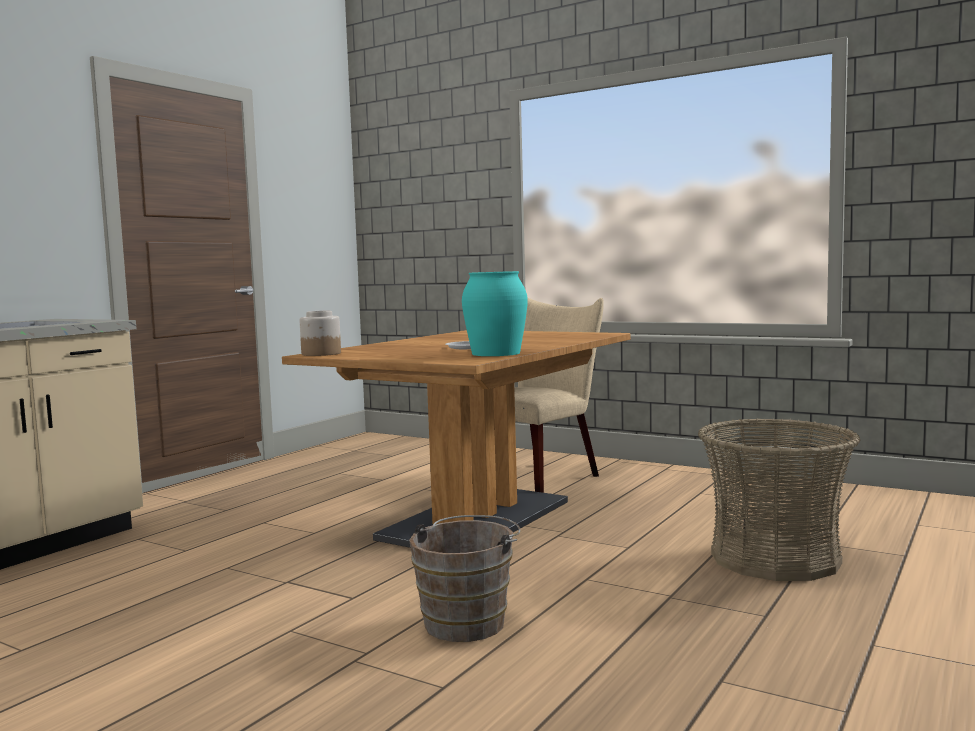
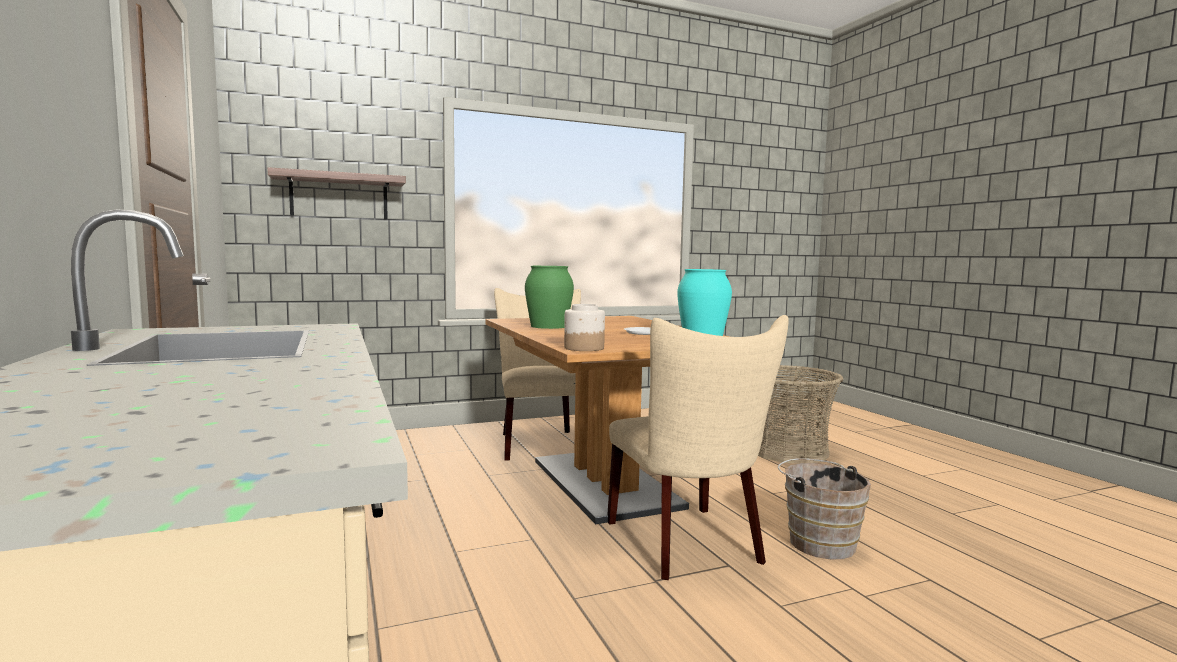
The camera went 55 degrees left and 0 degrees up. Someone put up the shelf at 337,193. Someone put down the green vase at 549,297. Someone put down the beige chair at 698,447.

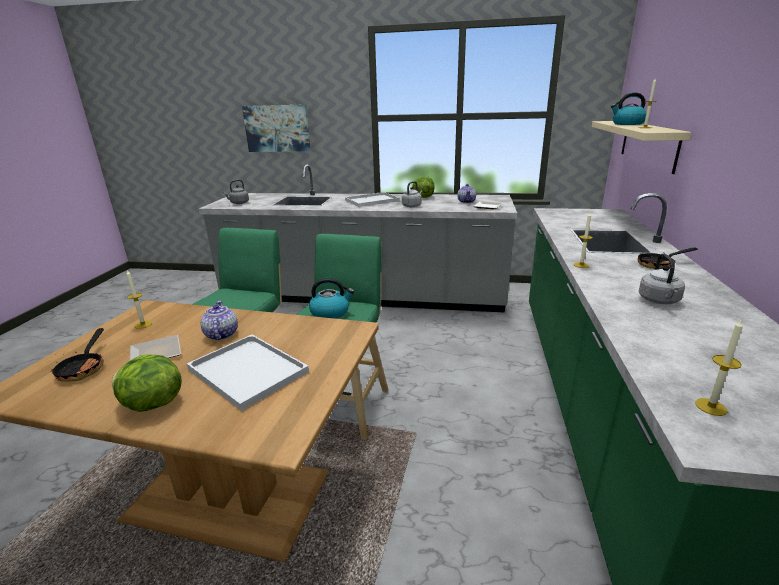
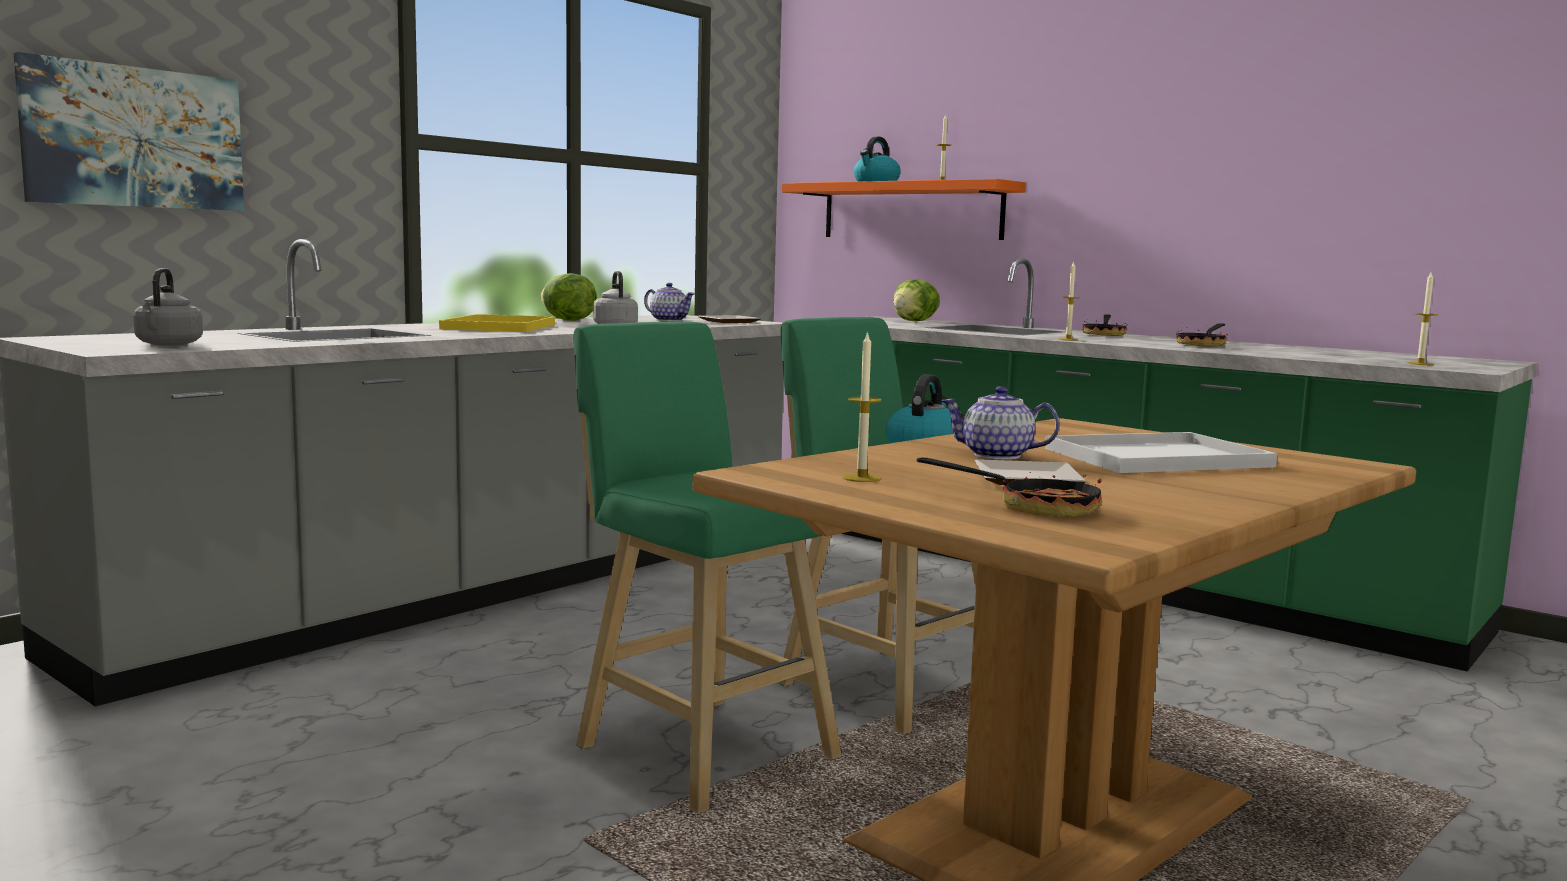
The camera went 60 degrees left and 15 degrees down. Someone carried the lettuce from 147,383 to 916,300. Someone swapped the grey kettle at 662,279 for the frying pan at 1202,335. Someone repainted the white tray at 372,199, which became the yellow tray at 497,323. Someone repainted the beige shelf at 642,147, which became the orange shelf at 904,209.

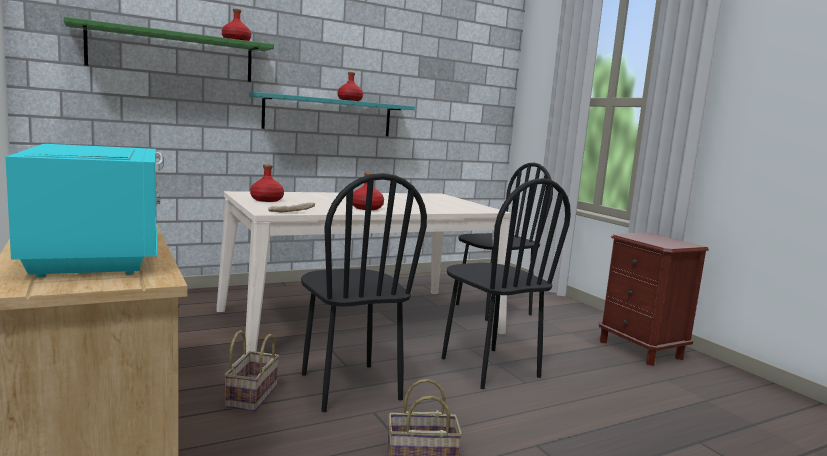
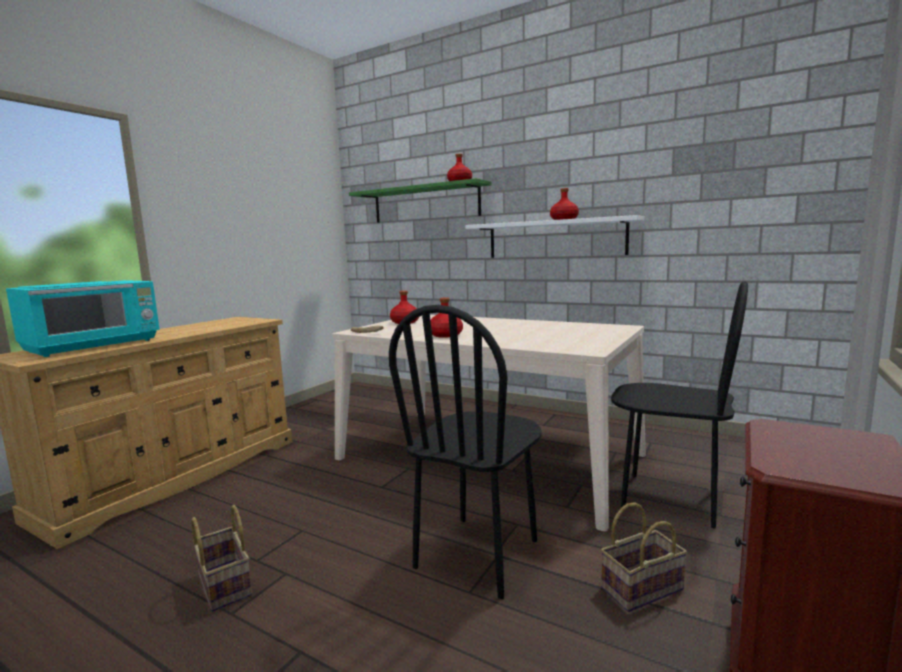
The camera went 60 degrees right and 0 degrees up. Someone took away the black chair at 364,292. Someone carried the basket from 251,371 to 644,557. Someone repainted the turquoise shelf at 332,114, which became the white shelf at 554,236.

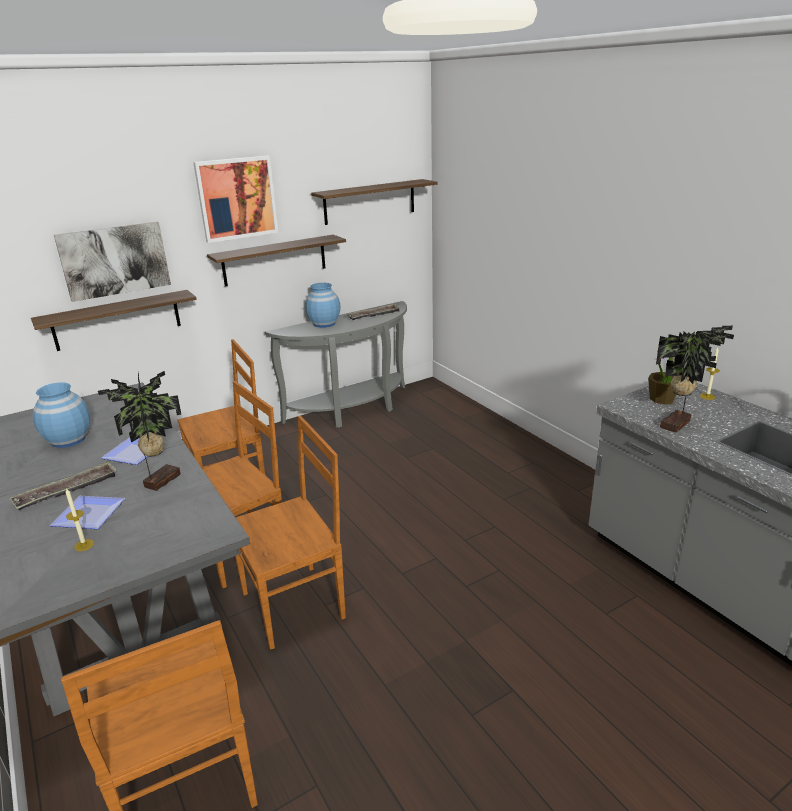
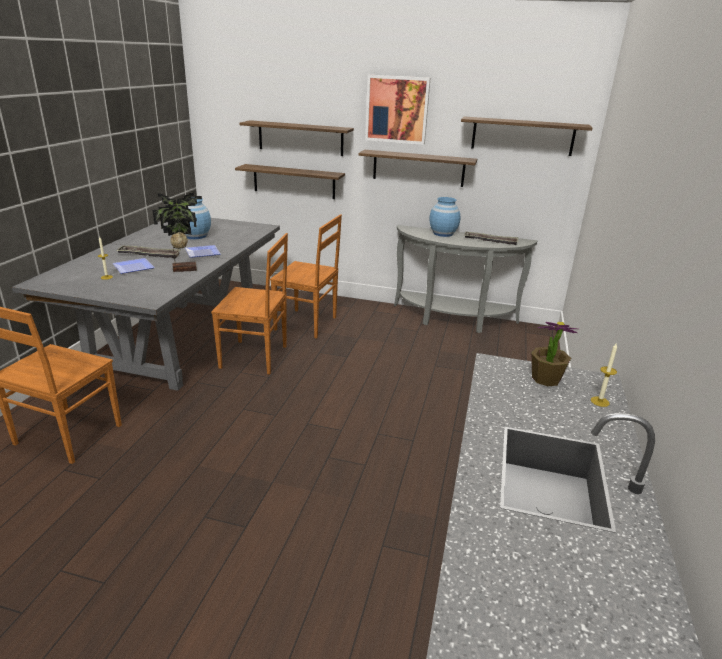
The camera went 45 degrees right and 0 degrees up. Someone took away the brown chair at 290,533. Someone took away the potted plant at 695,379. Someone swapped the picture at 112,262 for the shelf at 296,138.

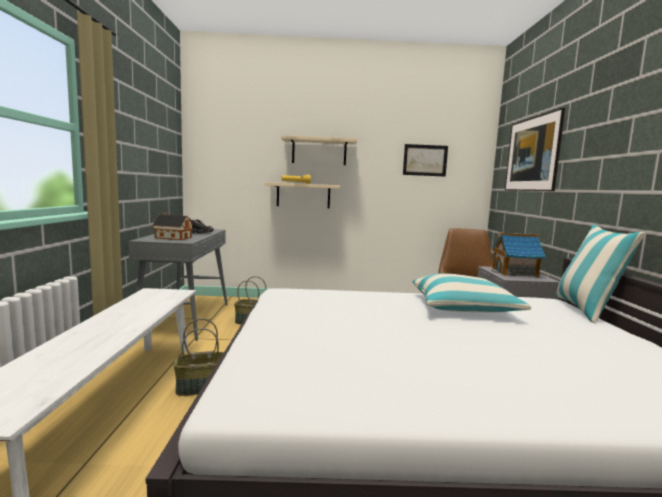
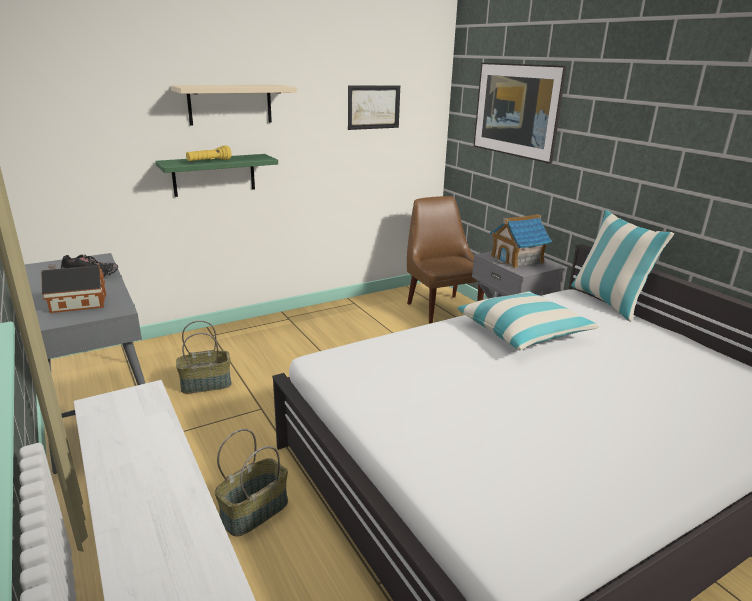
The camera went 30 degrees left and 15 degrees up. Someone repainted the beige shelf at 302,195, which became the green shelf at 216,175.

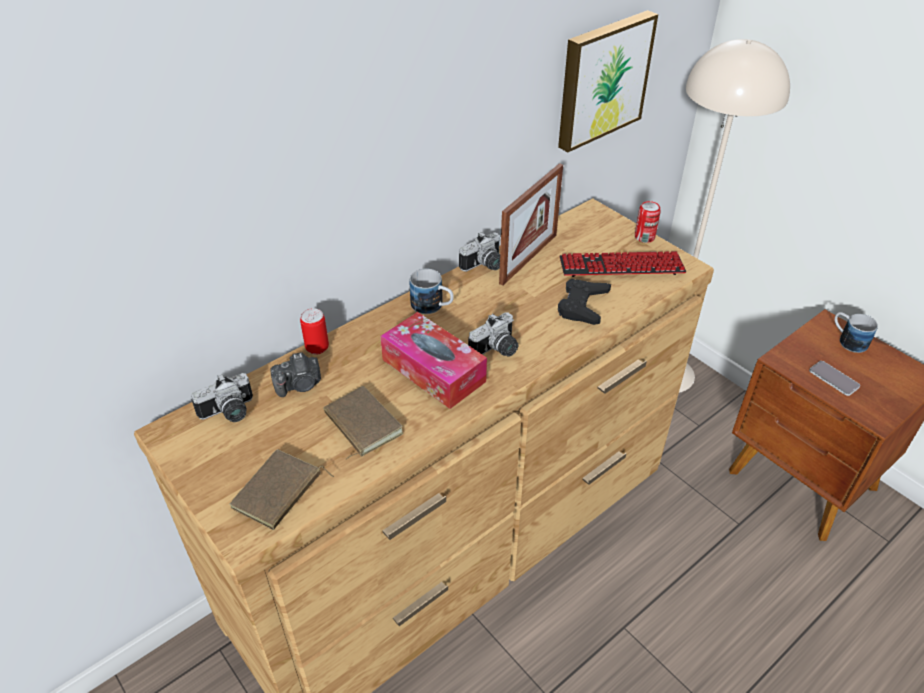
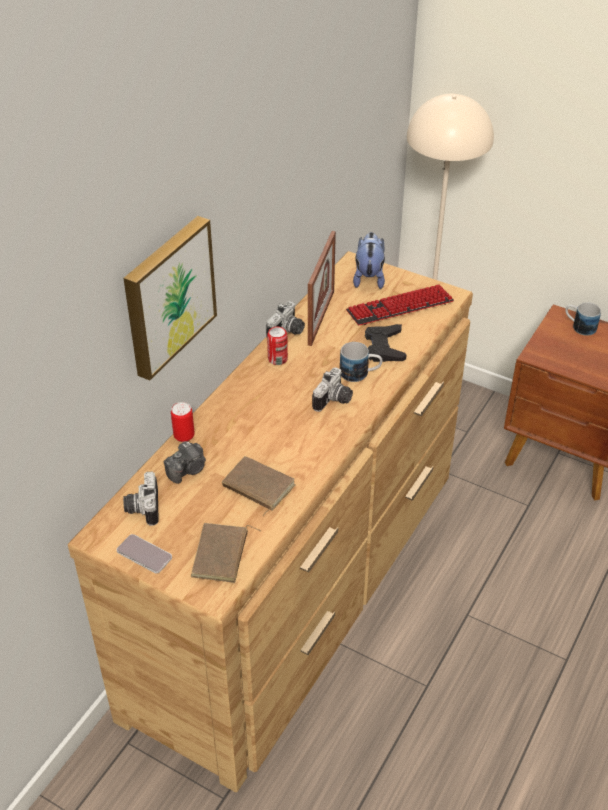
The camera went 20 degrees left and 0 degrees up. Someone took away the tissue box at 433,360. Someone put down the plush toy at 369,260. Someone carried the mug from 432,291 to 361,362. Someone carried the picture from 608,81 to 170,298. Someone carried the can from 648,222 to 277,346. Someone carried the phone from 834,378 to 144,554. Someone rotated the photo camera at 222,397 by 135 degrees clockwise.

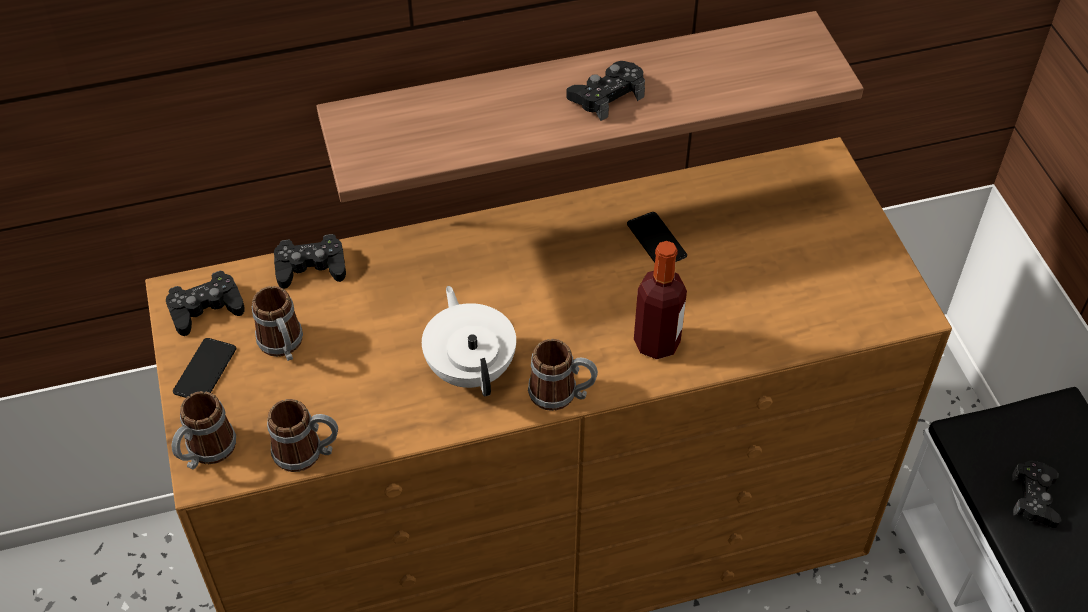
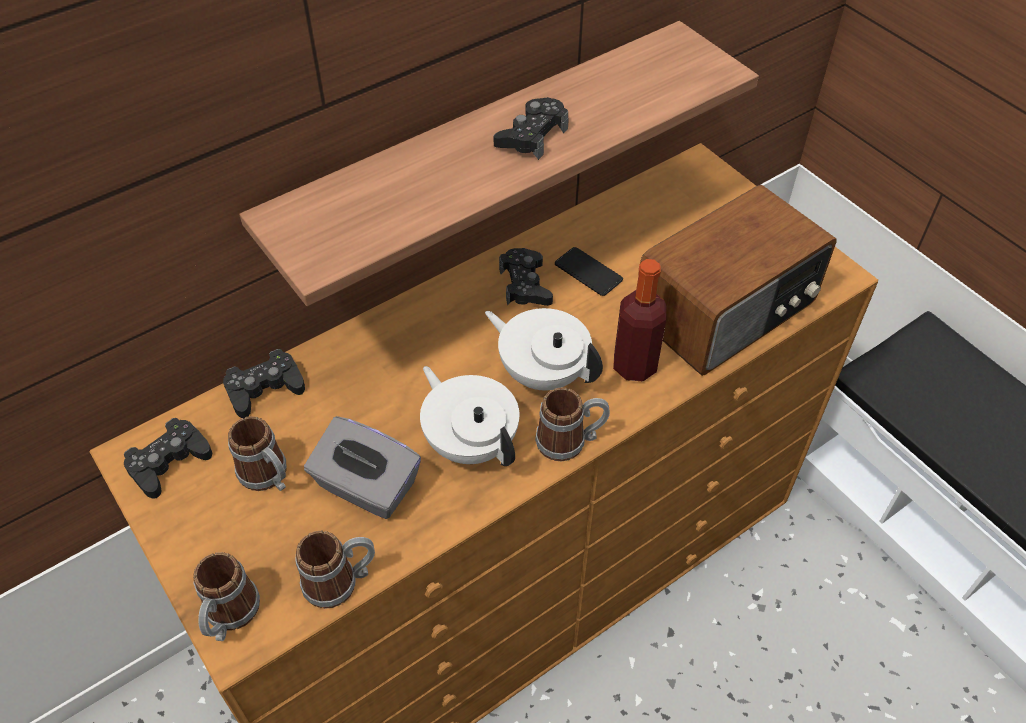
The camera went 20 degrees left and 0 degrees up. Someone took away the phone at 204,368. Someone put down the grey tissue box at 362,467. Someone put down the white teapot at 544,349. Someone put down the radio at 737,280. Someone carried the black game controller from 1036,494 to 526,277.

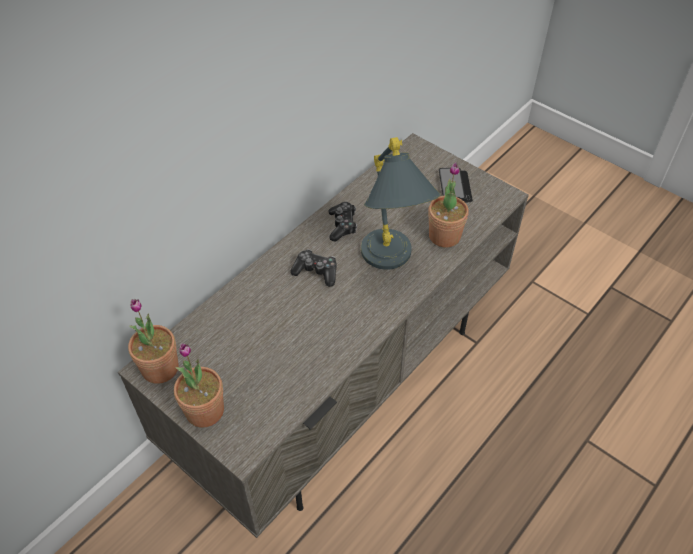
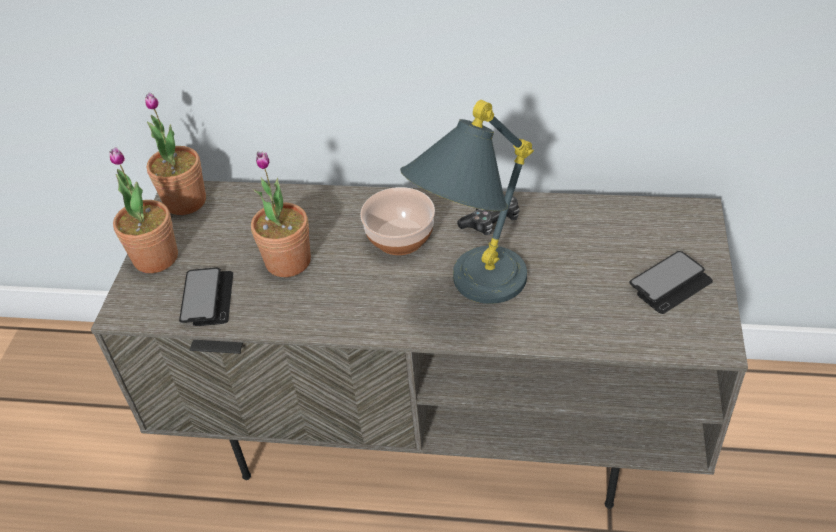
The camera went 60 degrees right and 5 degrees down. Someone put down the phone at 206,297. Someone carried the potted plant from 448,204 to 281,214. Someone swapped the game controller at 313,268 for the bowl at 397,221.

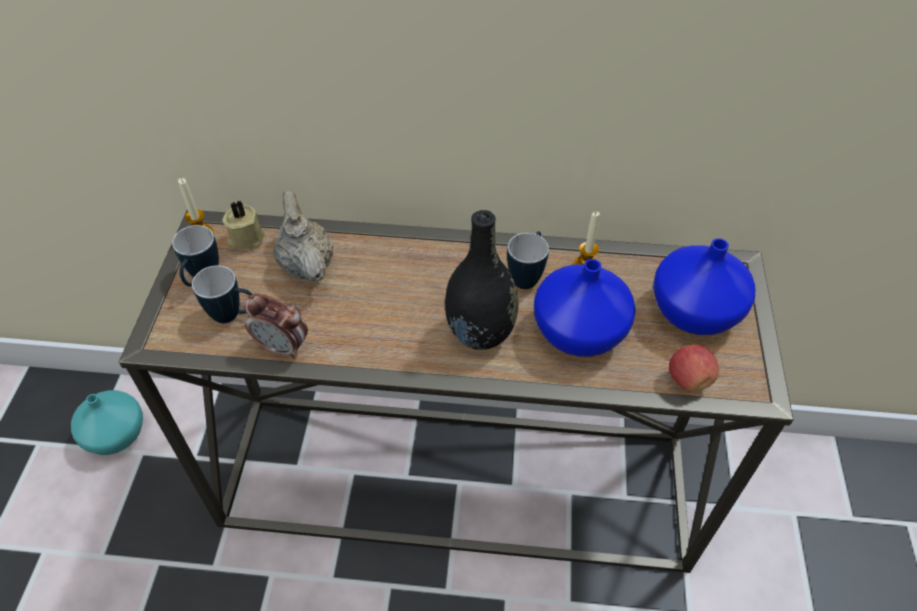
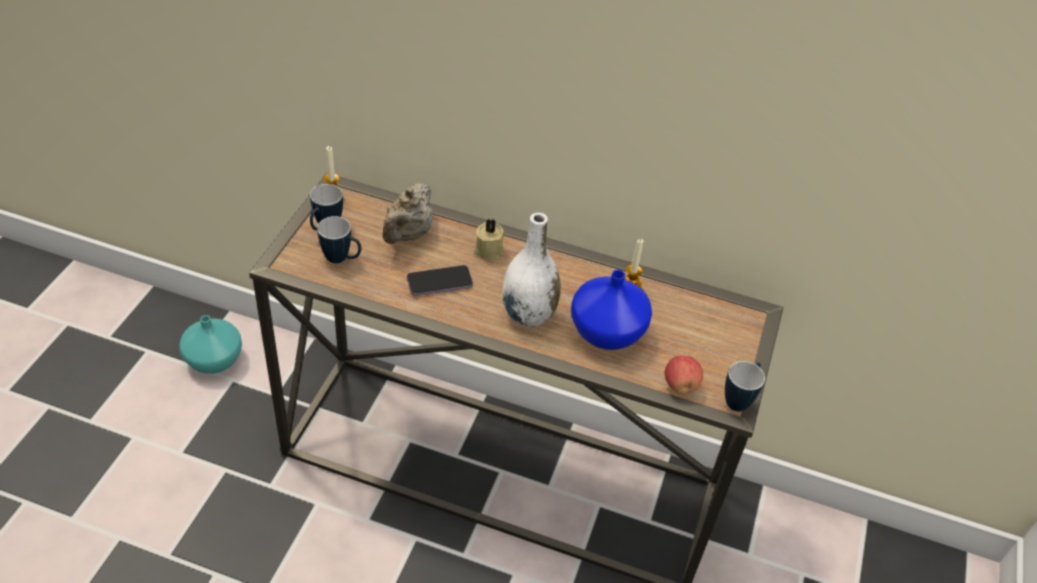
The camera went 10 degrees right and 5 degrees down. Someone took away the alarm clock at 276,326. Someone took away the blue vase at 704,286. Someone put down the phone at 440,280. Someone carried the beige candle from 243,225 to 489,239. Someone carried the mug from 528,260 to 745,386. Someone repainted the black vase at 481,280, which became the white vase at 531,270. Someone rotated the beige teapot at 303,236 by 150 degrees counterclockwise.

